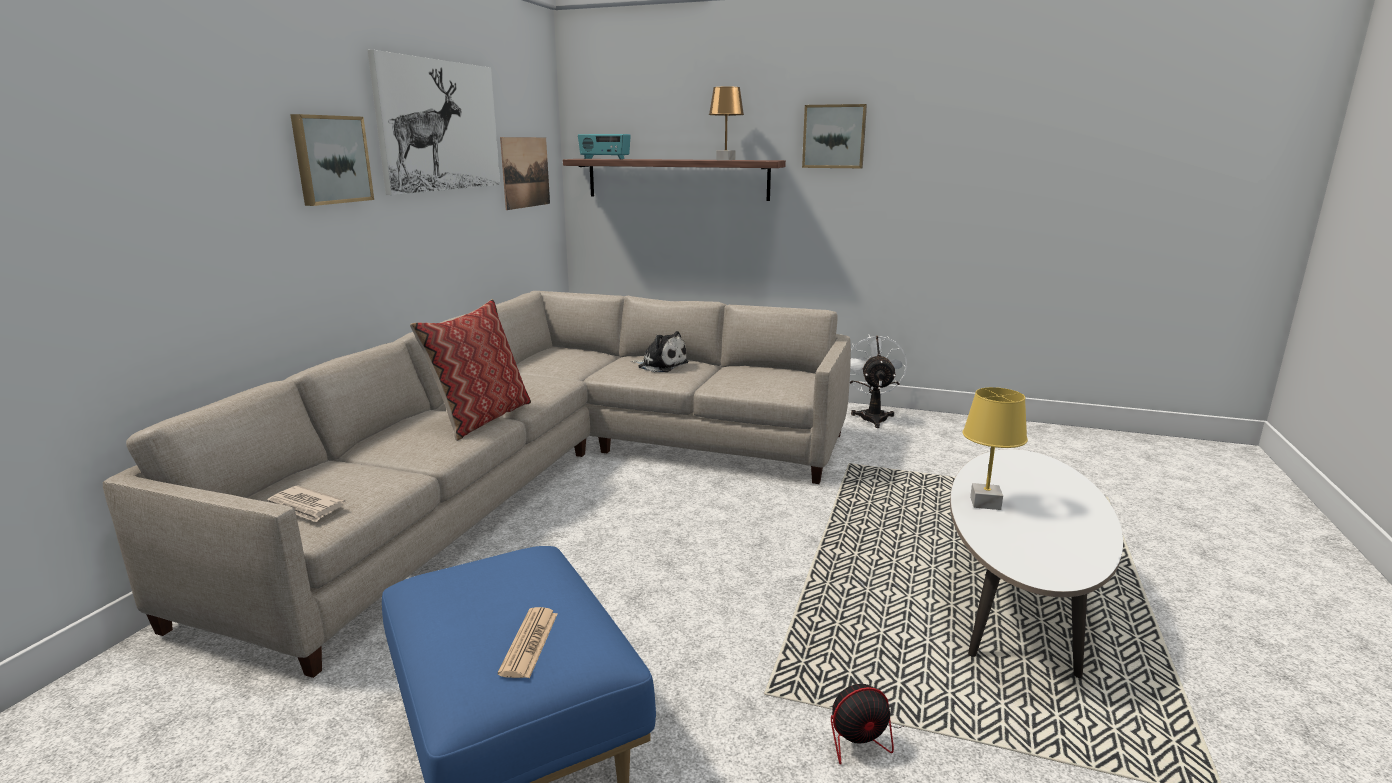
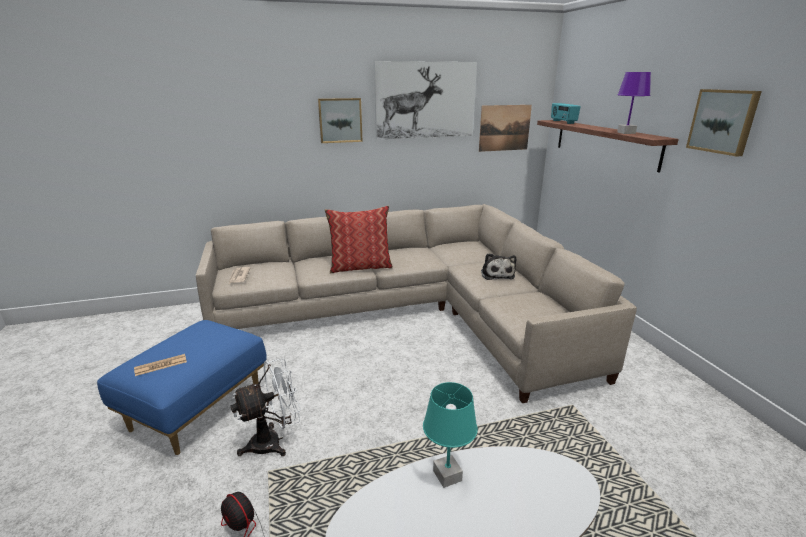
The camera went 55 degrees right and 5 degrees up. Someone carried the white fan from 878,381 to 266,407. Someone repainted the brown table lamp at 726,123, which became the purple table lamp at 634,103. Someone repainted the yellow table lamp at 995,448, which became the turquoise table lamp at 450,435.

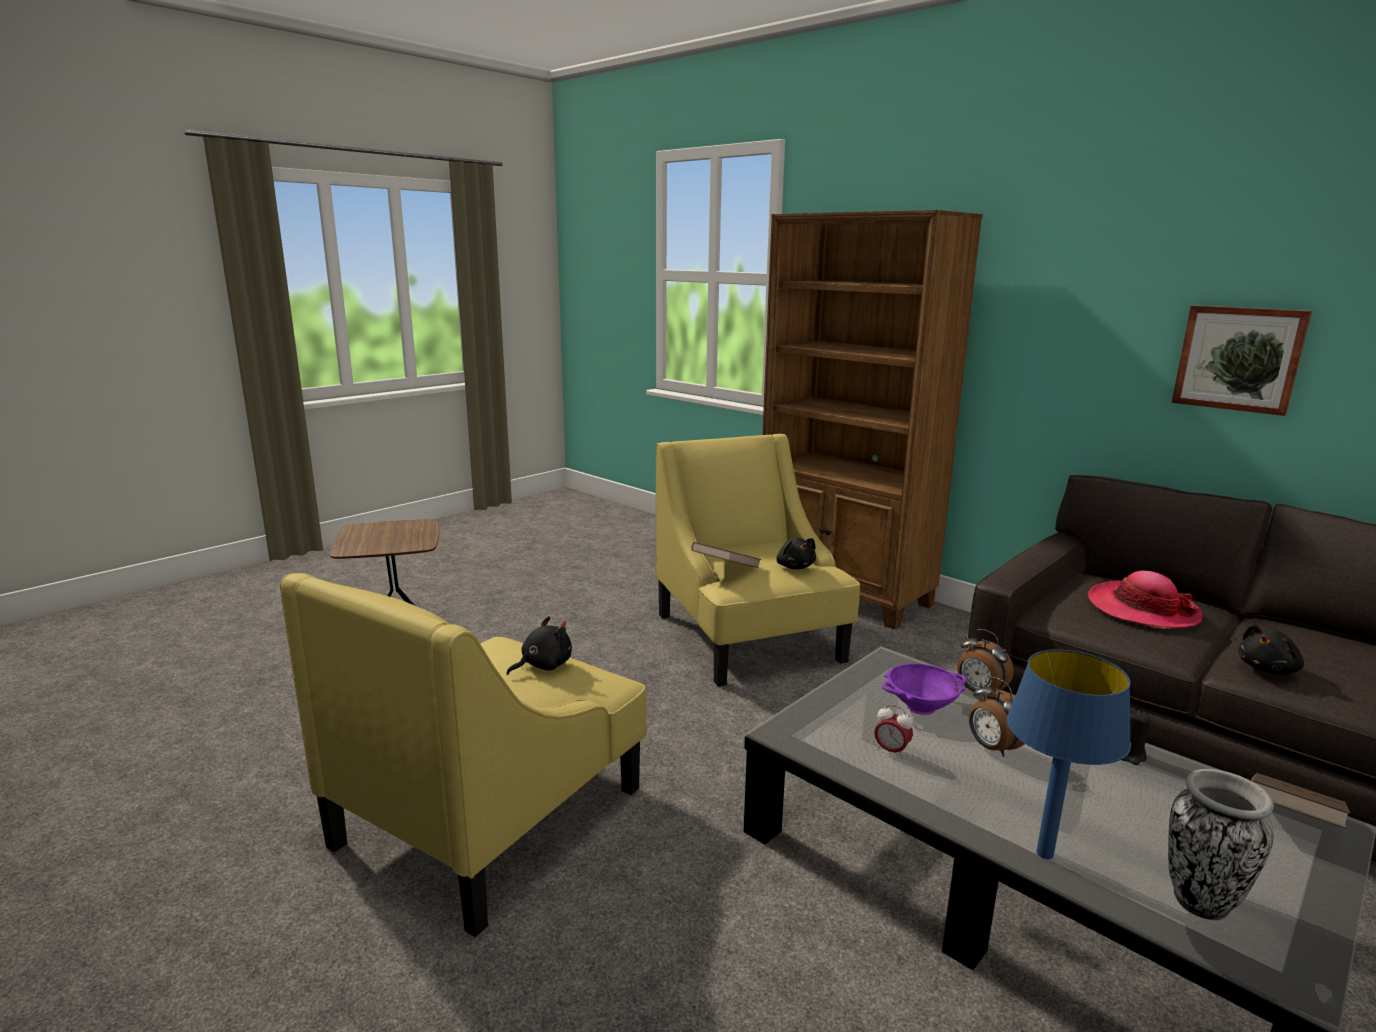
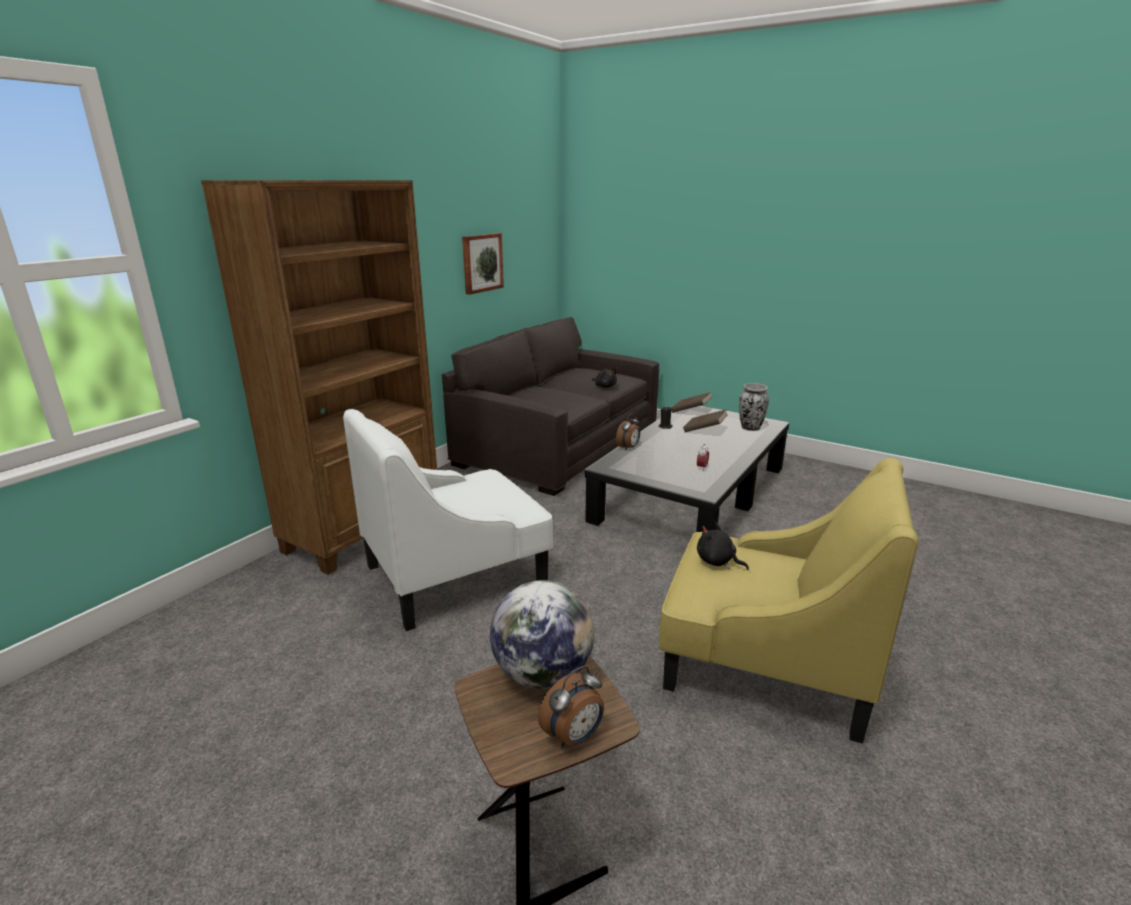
The camera went 100 degrees left and 5 degrees up. Someone took away the black plush toy at 796,554. Someone took away the purple bowl at 924,689. Someone took away the blue table lamp at 1069,754. Someone took away the hat at 1145,600. Someone put down the globe at 542,634. Someone carried the brown book from 726,555 to 705,421. Someone carried the alarm clock from 996,717 to 571,707. Someone repainted the yellow armchair at 758,560, which became the white armchair at 448,520.

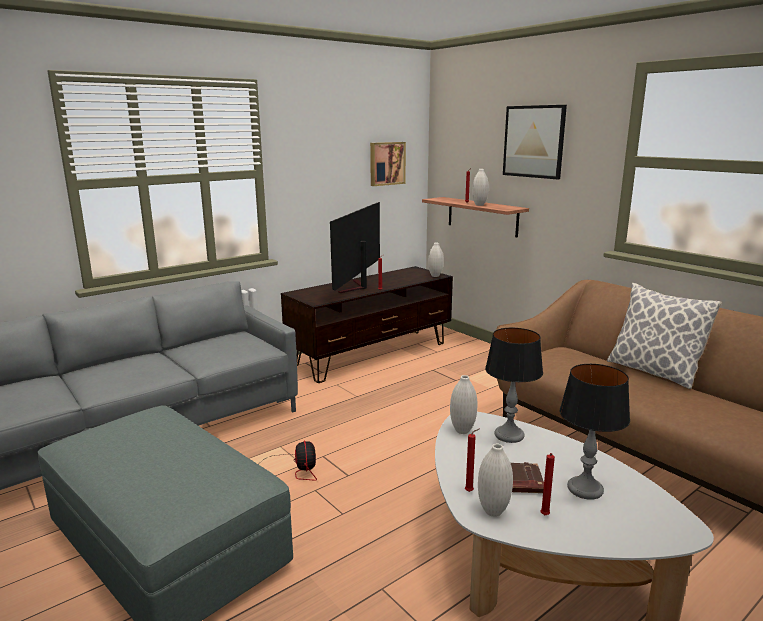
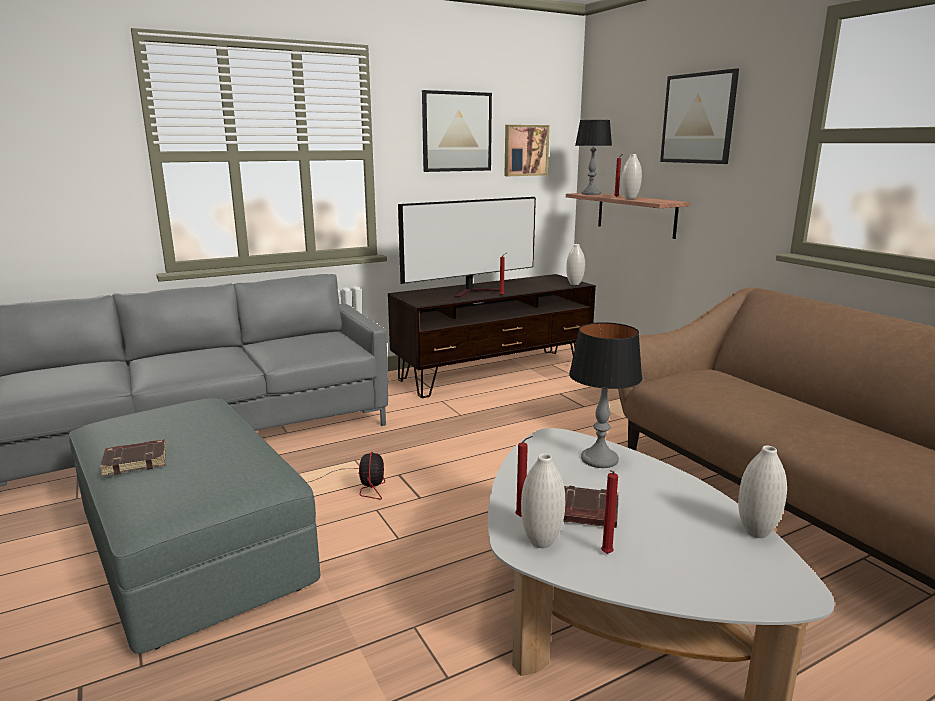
The camera went 10 degrees right and 0 degrees up. Someone took away the pillow at 664,336. Someone put down the brown book at 133,457. Someone put up the picture at 457,131. Someone carried the white vase from 463,404 to 762,492. Someone carried the table lamp from 594,432 to 593,157. Someone rotated the television at 355,247 by 150 degrees counterclockwise.

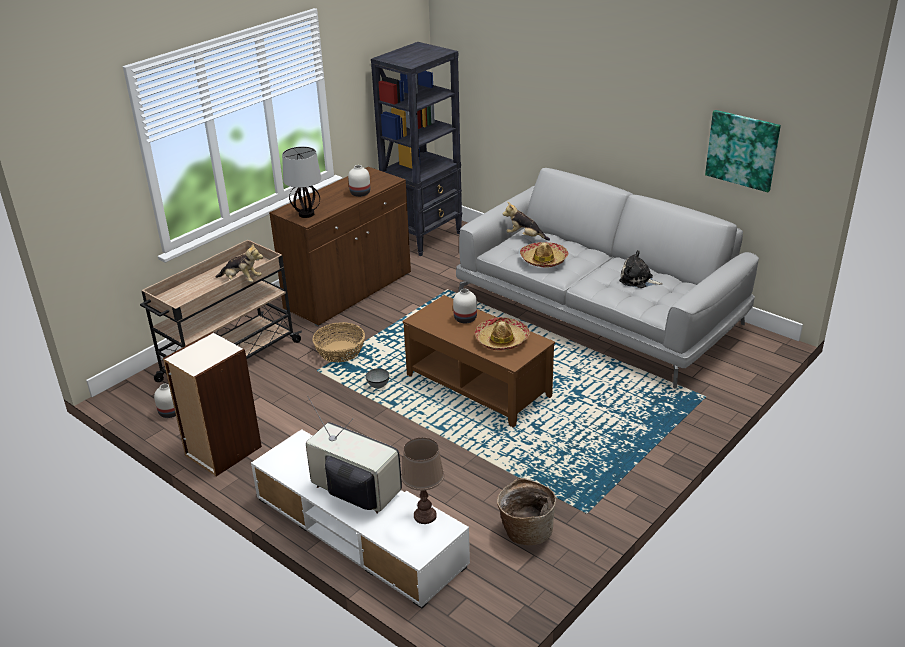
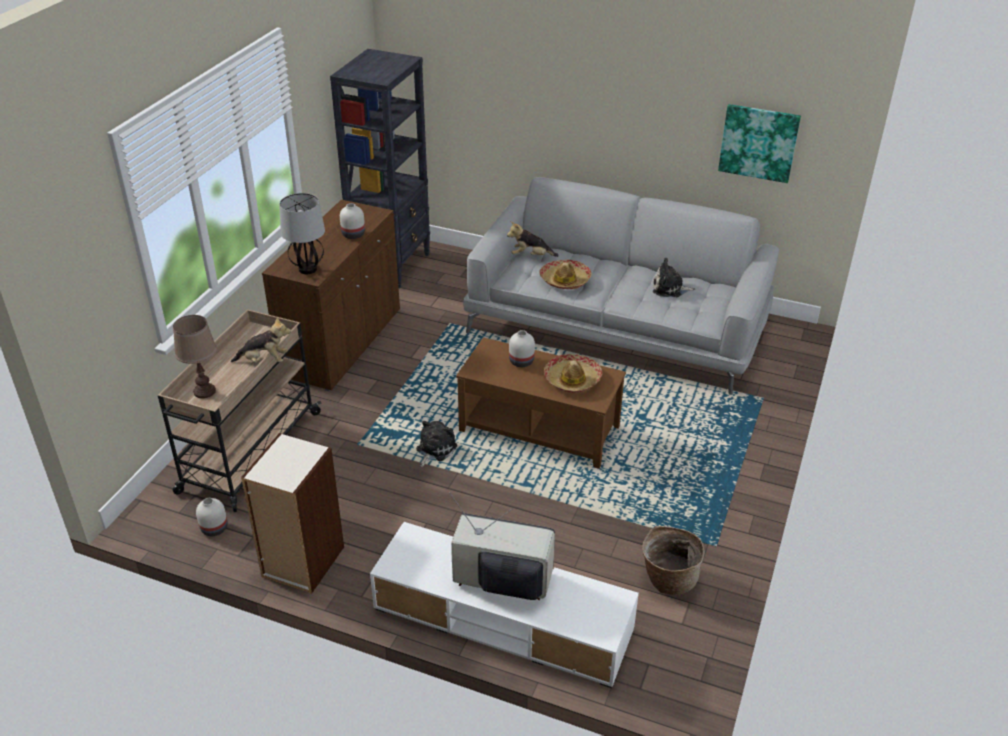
The camera went 20 degrees left and 5 degrees up. Someone took away the basket at 338,342. Someone carried the brown table lamp from 422,480 to 195,357. Someone swapped the grey bowl at 377,378 for the plush toy at 436,444.

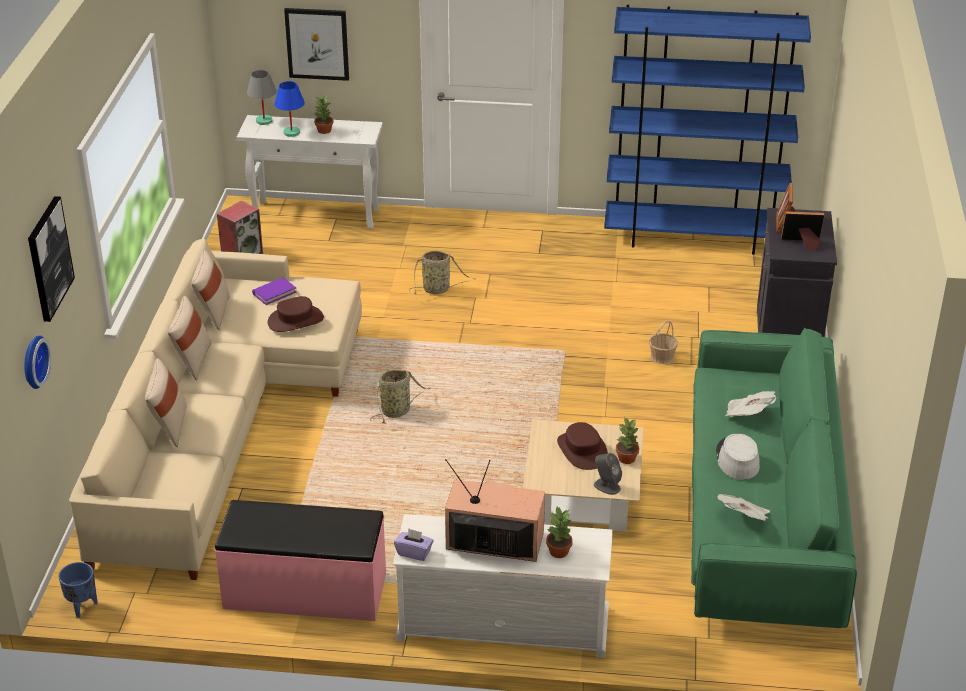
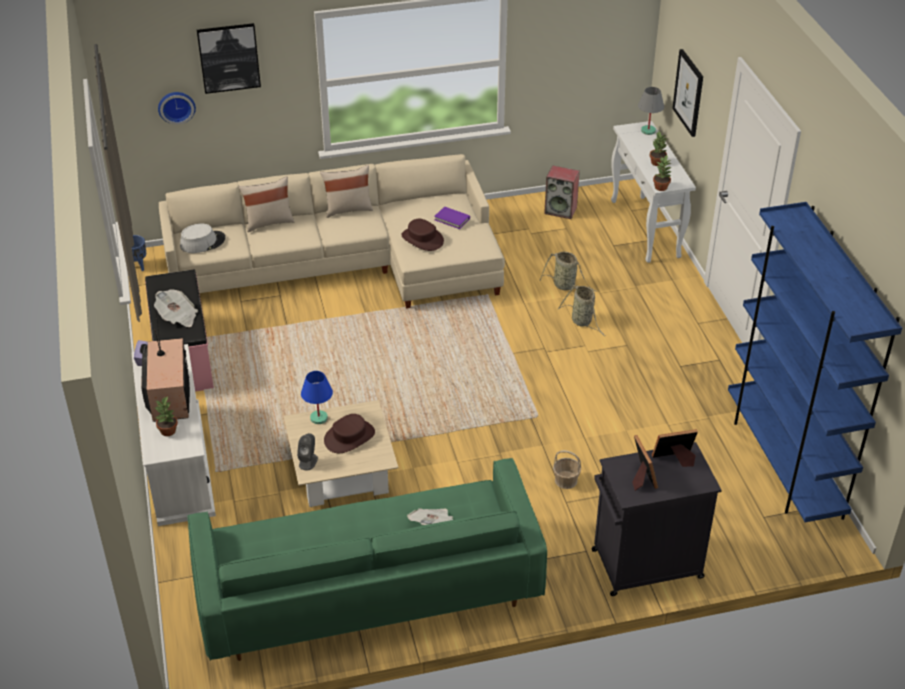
The camera went 70 degrees right and 5 degrees up. Someone took away the beige pillow at 210,290. Someone carried the blue table lamp from 289,109 to 317,397. Someone carried the basket from 401,397 to 568,272. Someone carried the potted plant from 627,441 to 662,173. Someone carried the grey hat from 738,456 to 203,238. Someone carried the newspaper from 744,507 to 176,308.

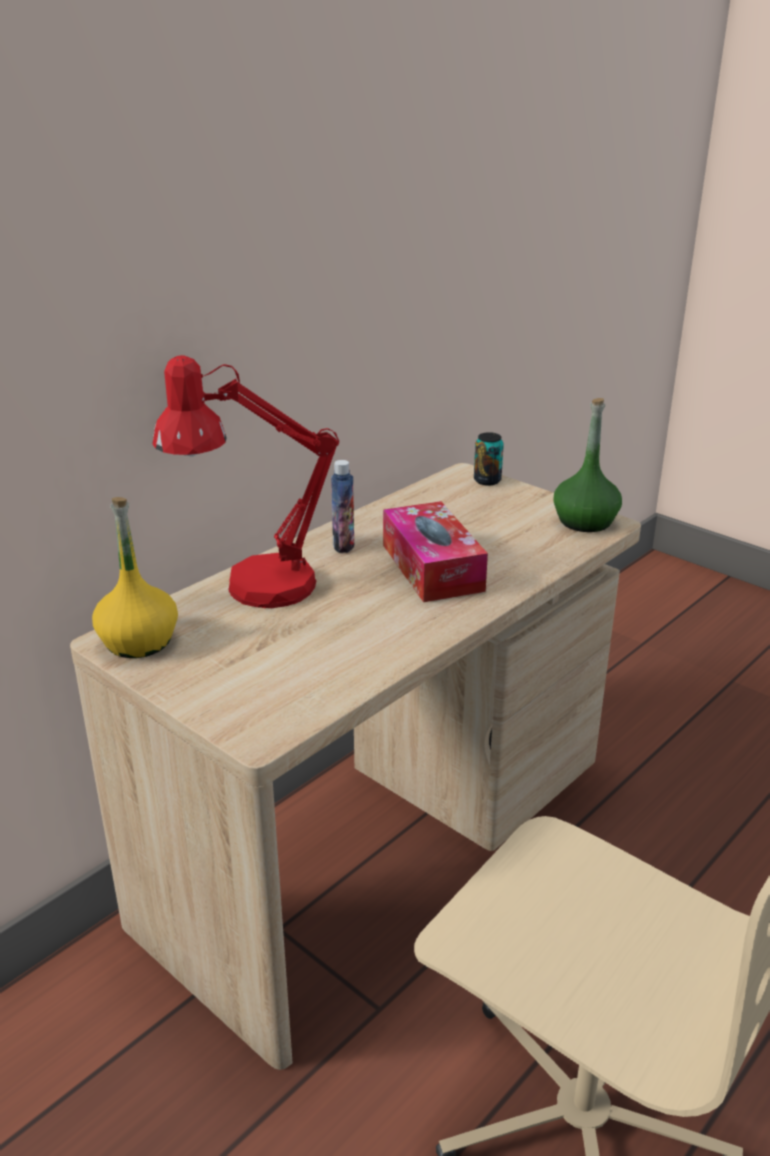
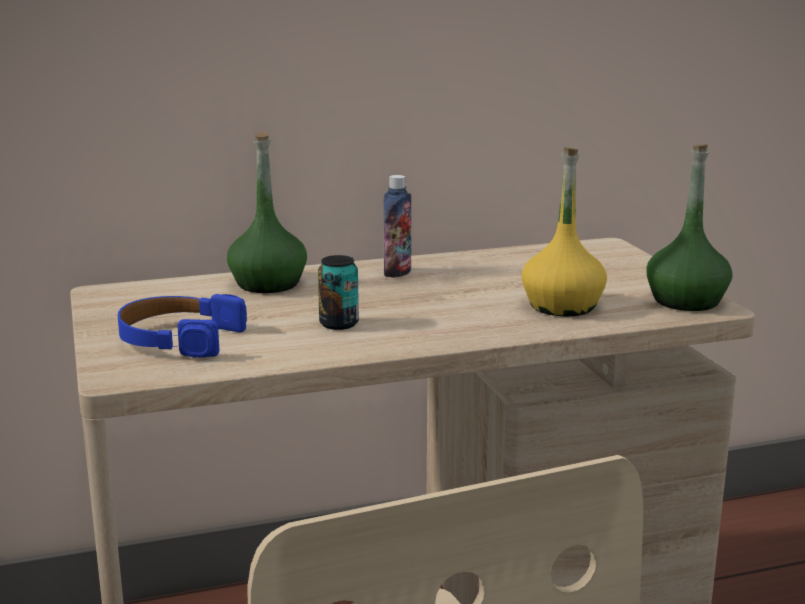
The camera went 30 degrees right and 10 degrees down. Someone took away the tissue box at 435,551. Someone put down the blue headphones at 182,326. Someone carried the yellow bottle from 135,577 to 564,231. Someone carried the can from 489,459 to 338,292. Someone swapped the red table lamp at 246,481 for the green bottle at 267,212.

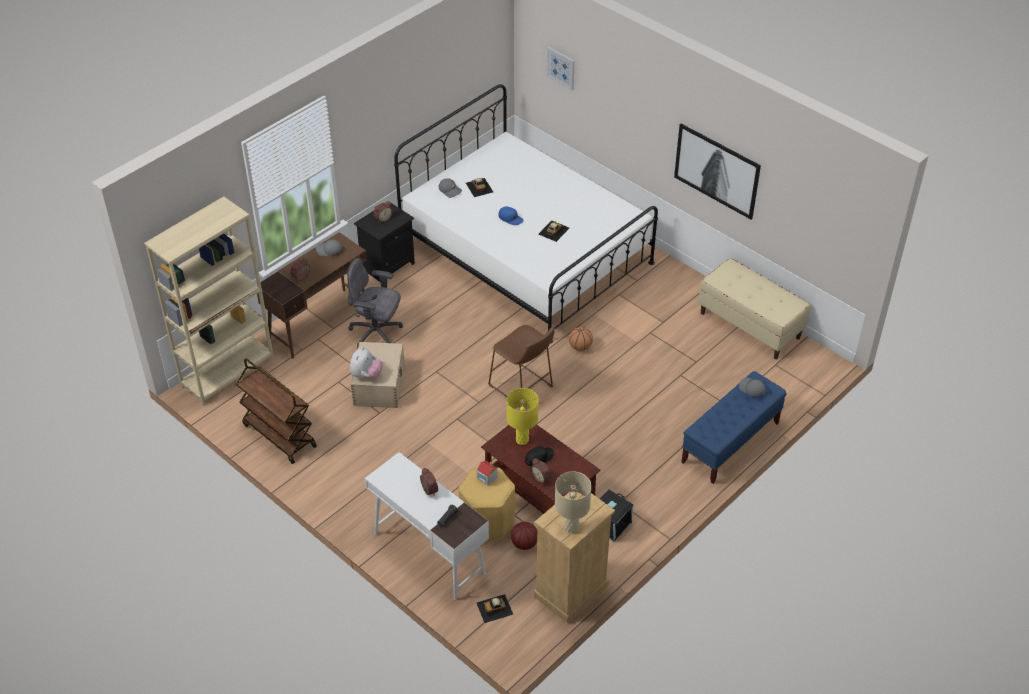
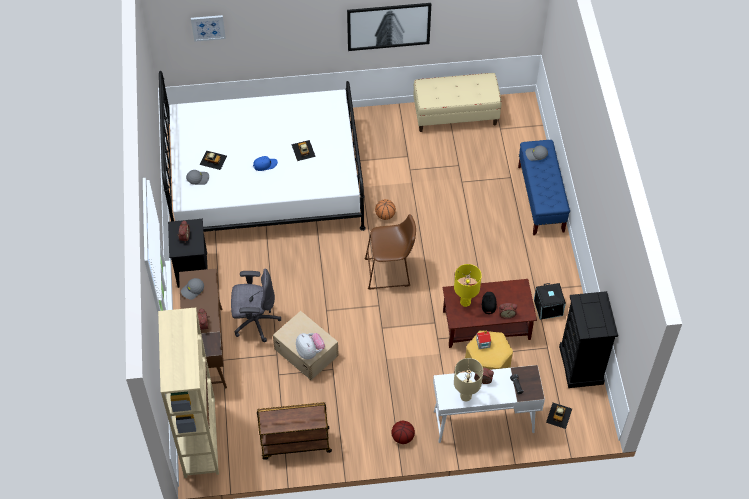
The camera went 50 degrees left and 10 degrees up. Someone carried the basketball from 524,536 to 403,432. Someone carried the beige table lamp from 573,502 to 468,380. Someone repainted the beige dresser at 574,557, which became the black dresser at 588,339. Someone rotated the grey office chair at 375,303 by 150 degrees counterclockwise.

